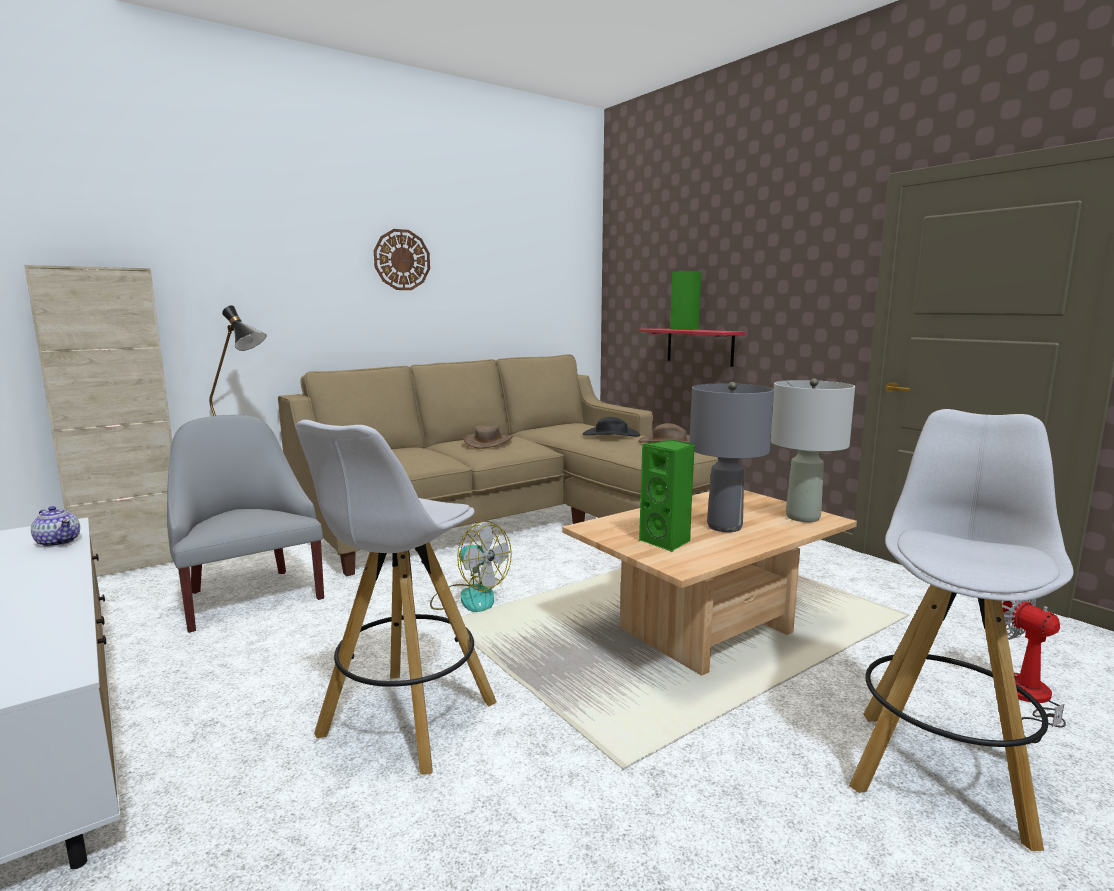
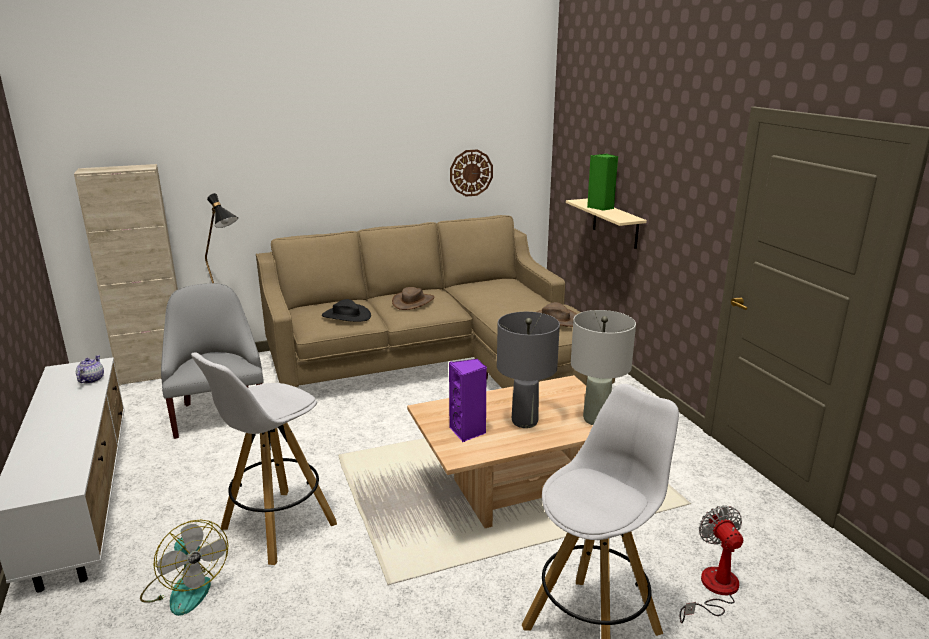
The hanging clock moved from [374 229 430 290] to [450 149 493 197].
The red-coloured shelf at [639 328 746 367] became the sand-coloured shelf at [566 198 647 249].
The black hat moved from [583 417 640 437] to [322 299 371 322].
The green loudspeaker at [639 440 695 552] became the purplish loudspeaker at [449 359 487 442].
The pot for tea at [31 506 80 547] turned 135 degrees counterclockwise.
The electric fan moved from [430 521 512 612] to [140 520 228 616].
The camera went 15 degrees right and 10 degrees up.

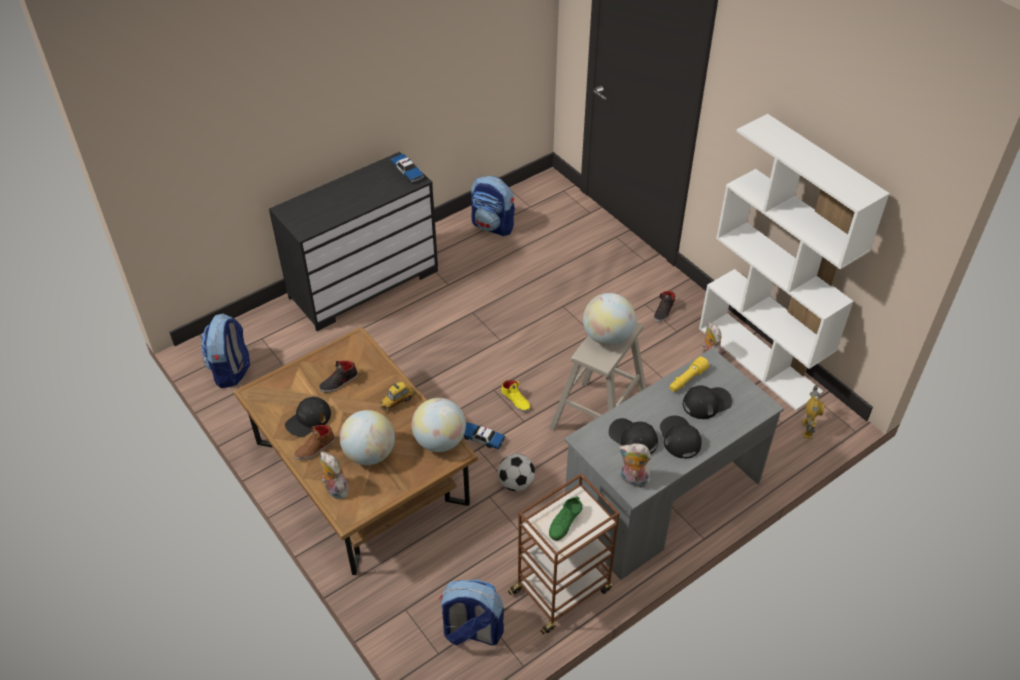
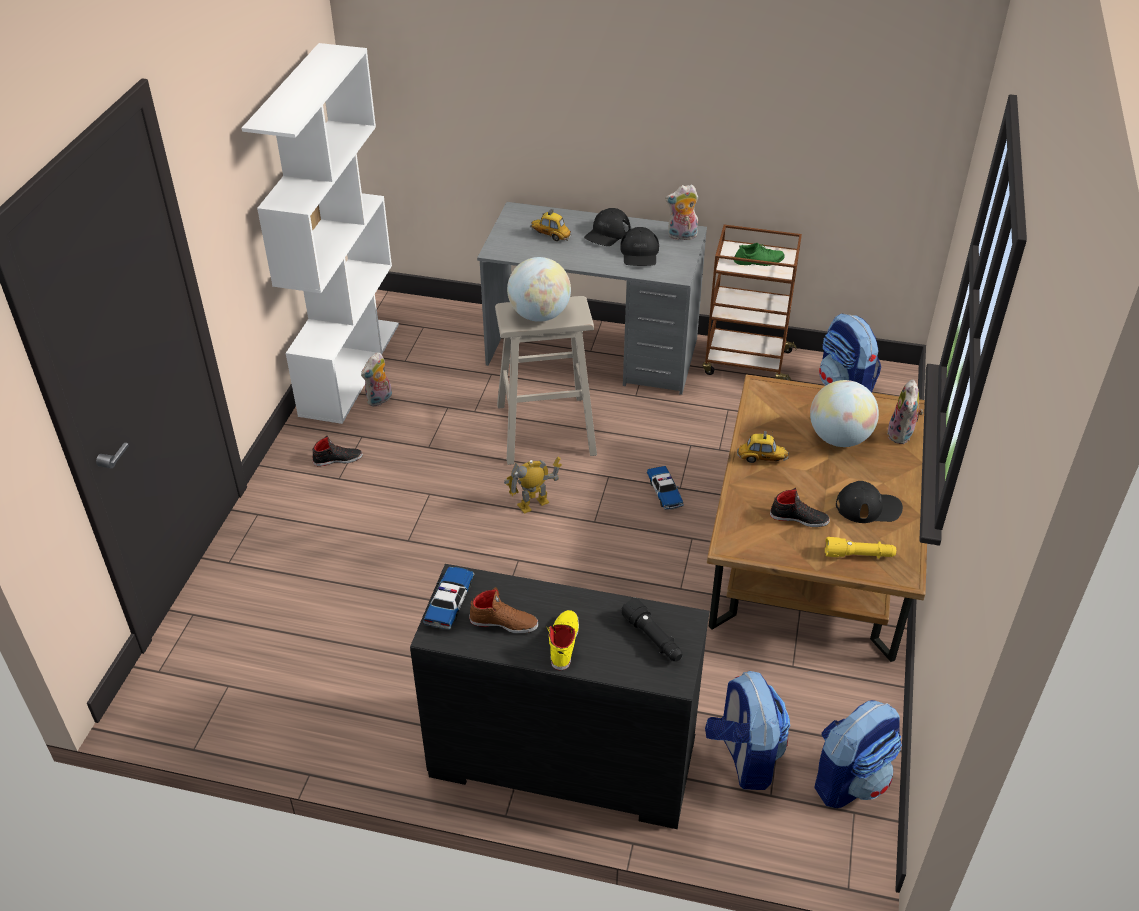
The knapsack moved from [471 176 515 236] to [705 671 790 790].
The yellowish flashlight moved from [670 356 709 392] to [825 537 896 559].
The yellowish shoe moved from [501 380 531 412] to [547 610 579 670].
The black peaked cap at [683 385 732 419] was replaced by the miniature car at [530 209 571 241].
The toy robot moved from [802 385 824 439] to [504 457 562 514].
The desk globe at [412 398 466 452] disappeared.
The brownish shoe moved from [294 425 335 460] to [469 587 538 634].
The cuddly toy at [619 443 651 488] turned 105 degrees clockwise.
The football ball at [498 454 535 491] disappeared.
The black flashlight at [621 598 683 662] appeared.
The camera went 130 degrees left and 5 degrees down.

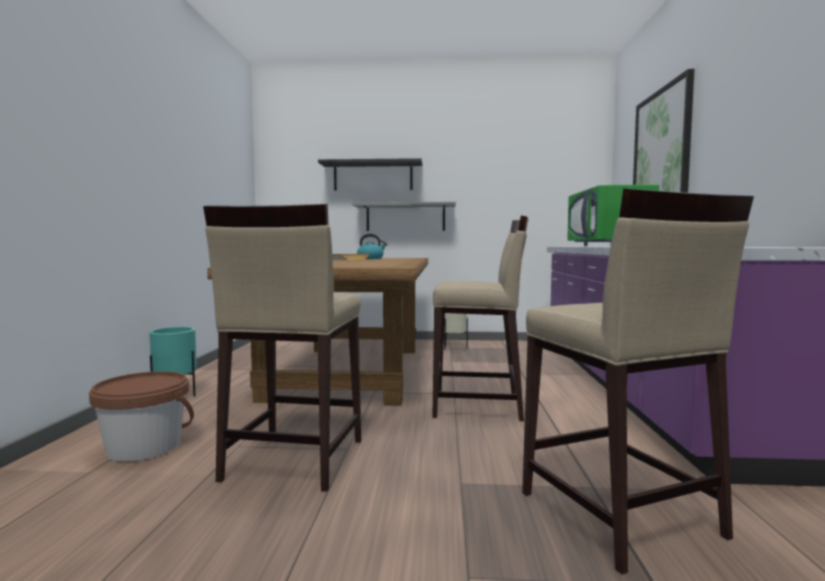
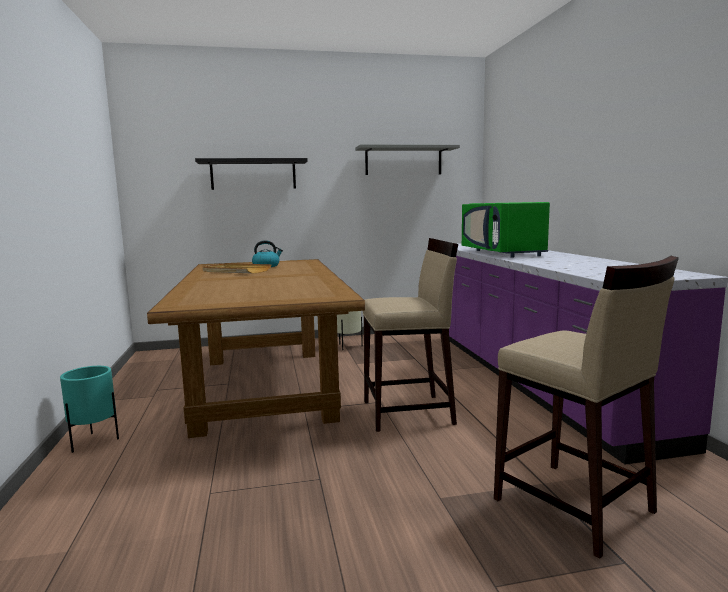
The picture at [633 69 694 193] disappeared.
The grey shelf moved from [352 202 456 231] to [355 144 460 175].
The sand-coloured stool seat at [203 204 361 492] disappeared.
The brownish water bucket at [89 371 194 462] disappeared.
The camera went 15 degrees left and 5 degrees up.

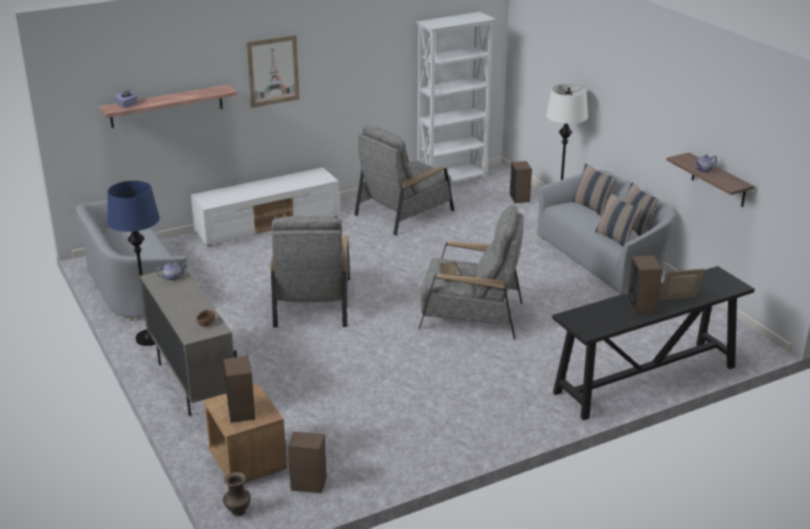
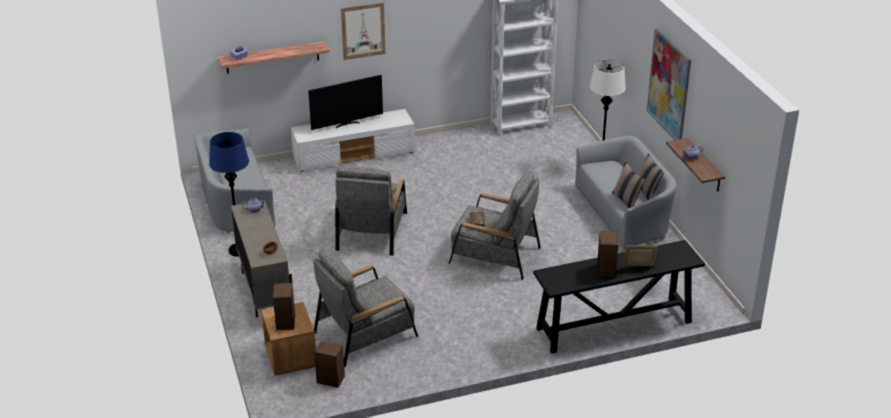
The grey lounge chair moved from [355 125 454 236] to [313 250 418 367].
The loudspeaker at [510 161 532 203] disappeared.
The cushion at [573 164 616 216] disappeared.
The brownish flower vase at [223 472 251 516] disappeared.
The picture at [647 28 691 140] appeared.
The TV set at [308 75 383 130] appeared.
The camera went 10 degrees right and 5 degrees up.

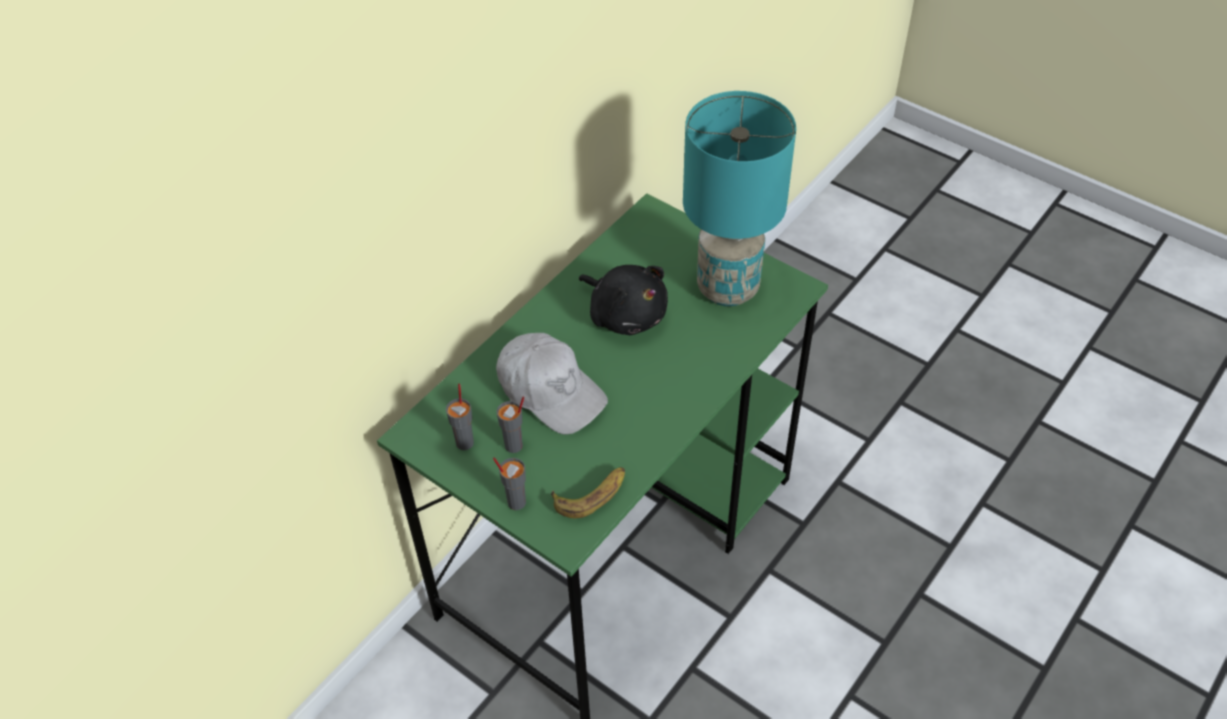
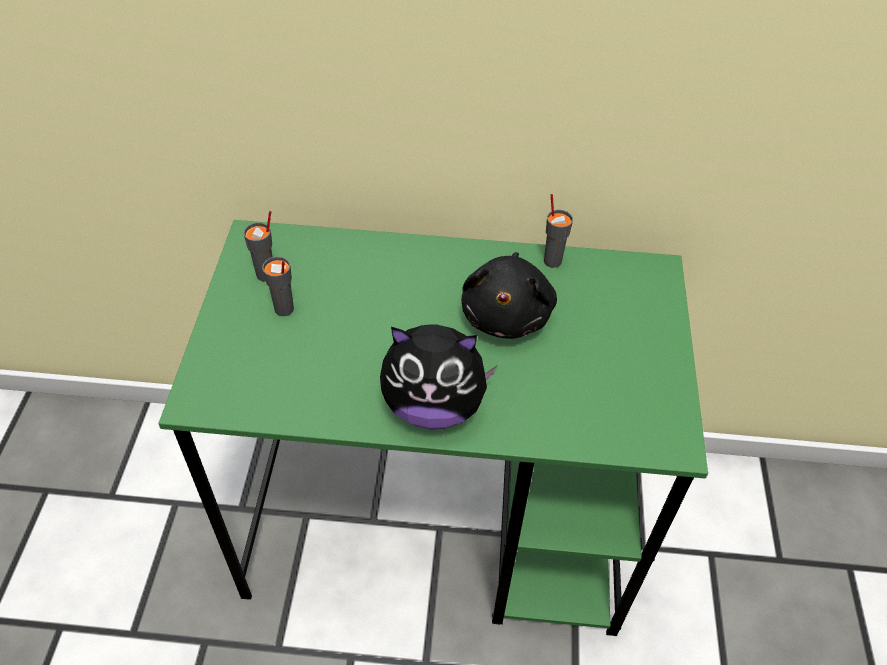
The turquoise tabletop lamp at [683 91 796 306] disappeared.
The white-coloured peaked cap at [496 333 608 435] disappeared.
The grey small cup moved from [493 457 526 510] to [544 194 573 268].
The banana at [551 467 625 518] disappeared.
The cuddly toy at [380 324 498 429] appeared.
The camera went 55 degrees right and 0 degrees up.

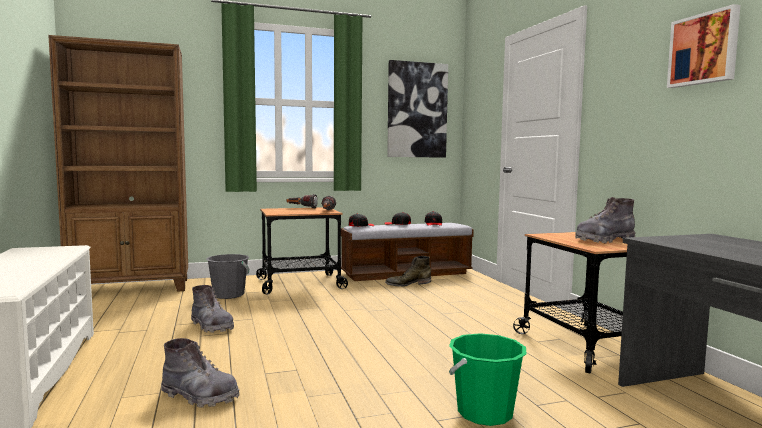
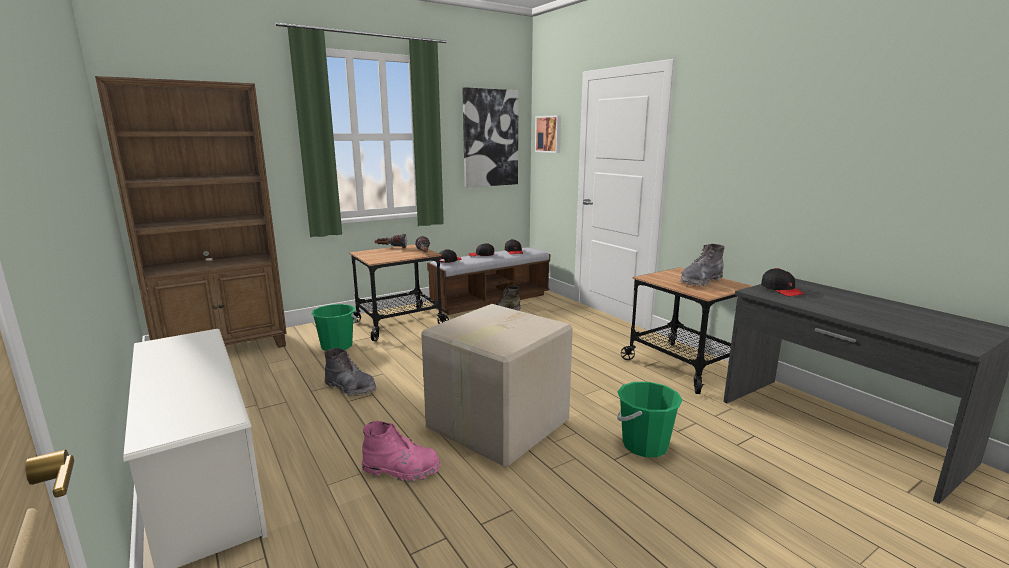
The picture moved from [667 4 741 88] to [535 115 561 153].
The grey water bucket at [206 254 250 299] became the green water bucket at [311 304 357 351].
The grey high-top boot at [161 338 240 408] became the pinkish high-top boot at [361 421 441 482].
The black peaked cap at [761 268 804 296] appeared.
The carton at [421 304 573 467] appeared.
The camera went 15 degrees left and 10 degrees up.

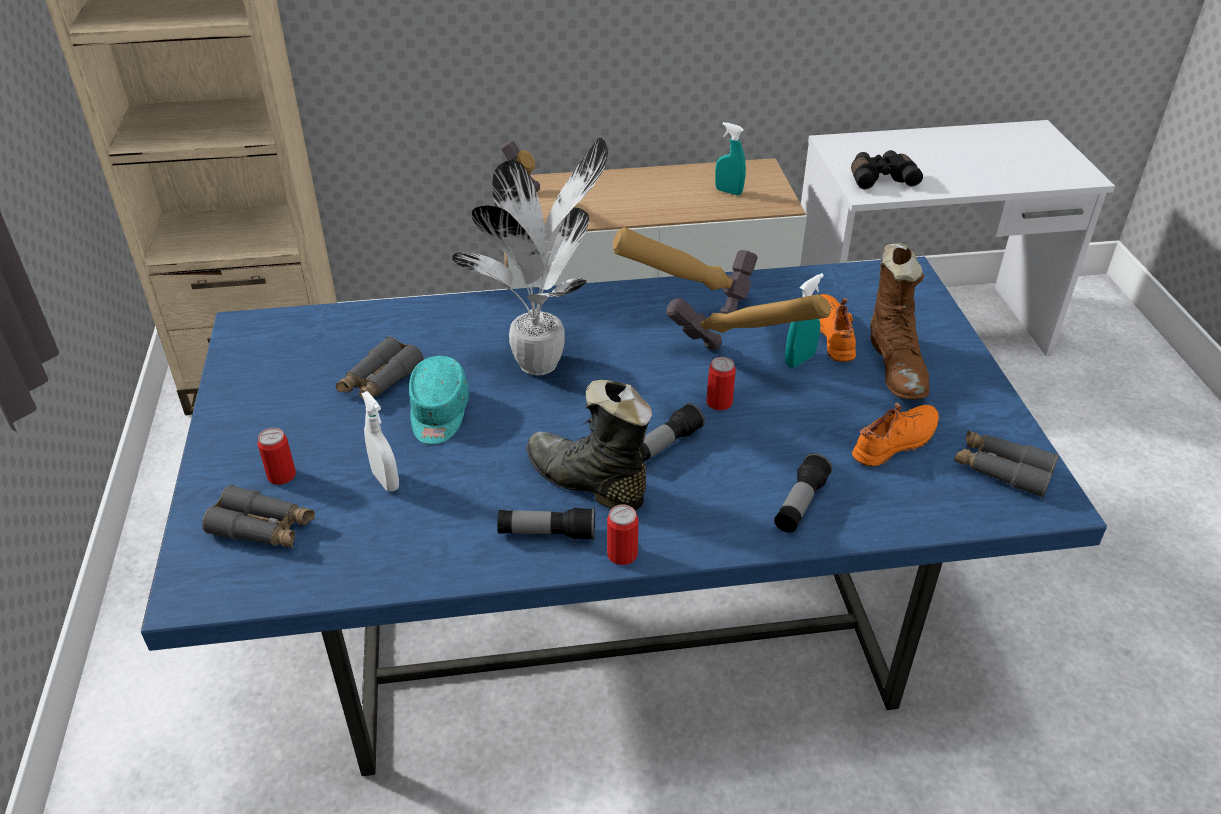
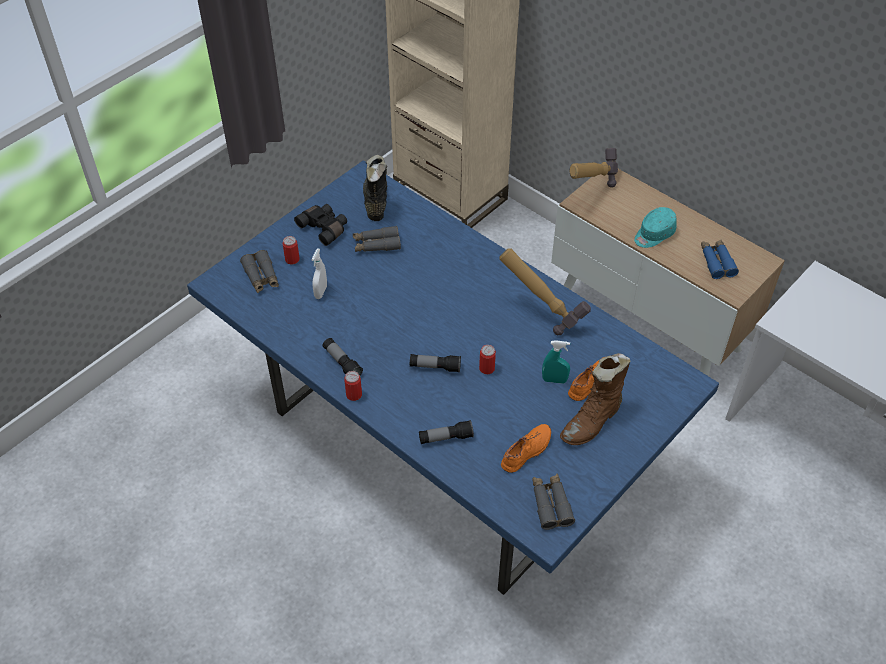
The turquoise sprayer at [715 122 746 196] was replaced by the bluish field glasses at [701 240 739 279].
The plant in a pot at [452 138 608 376] disappeared.
The black field glasses moved from [851 150 923 189] to [294 204 347 246].
The hammer at [667 294 831 350] disappeared.
The turquoise peaked cap moved from [409 356 469 444] to [634 207 677 248].
The black high-top boot moved from [527 380 652 510] to [363 155 387 221].
The orange shoe at [852 403 939 467] turned 60 degrees counterclockwise.
The camera went 50 degrees right and 10 degrees up.

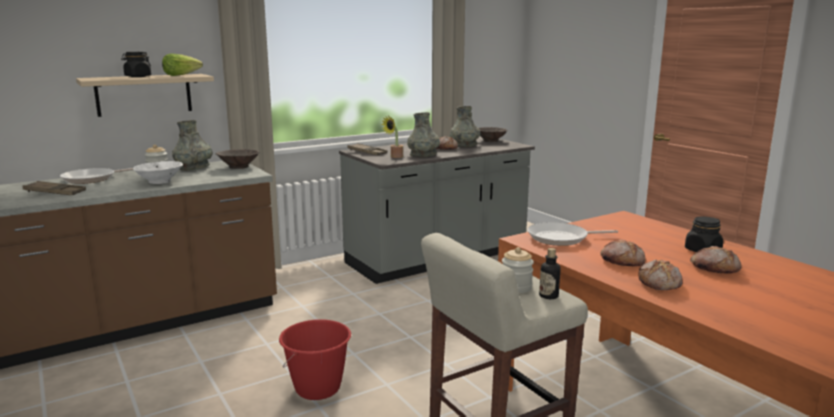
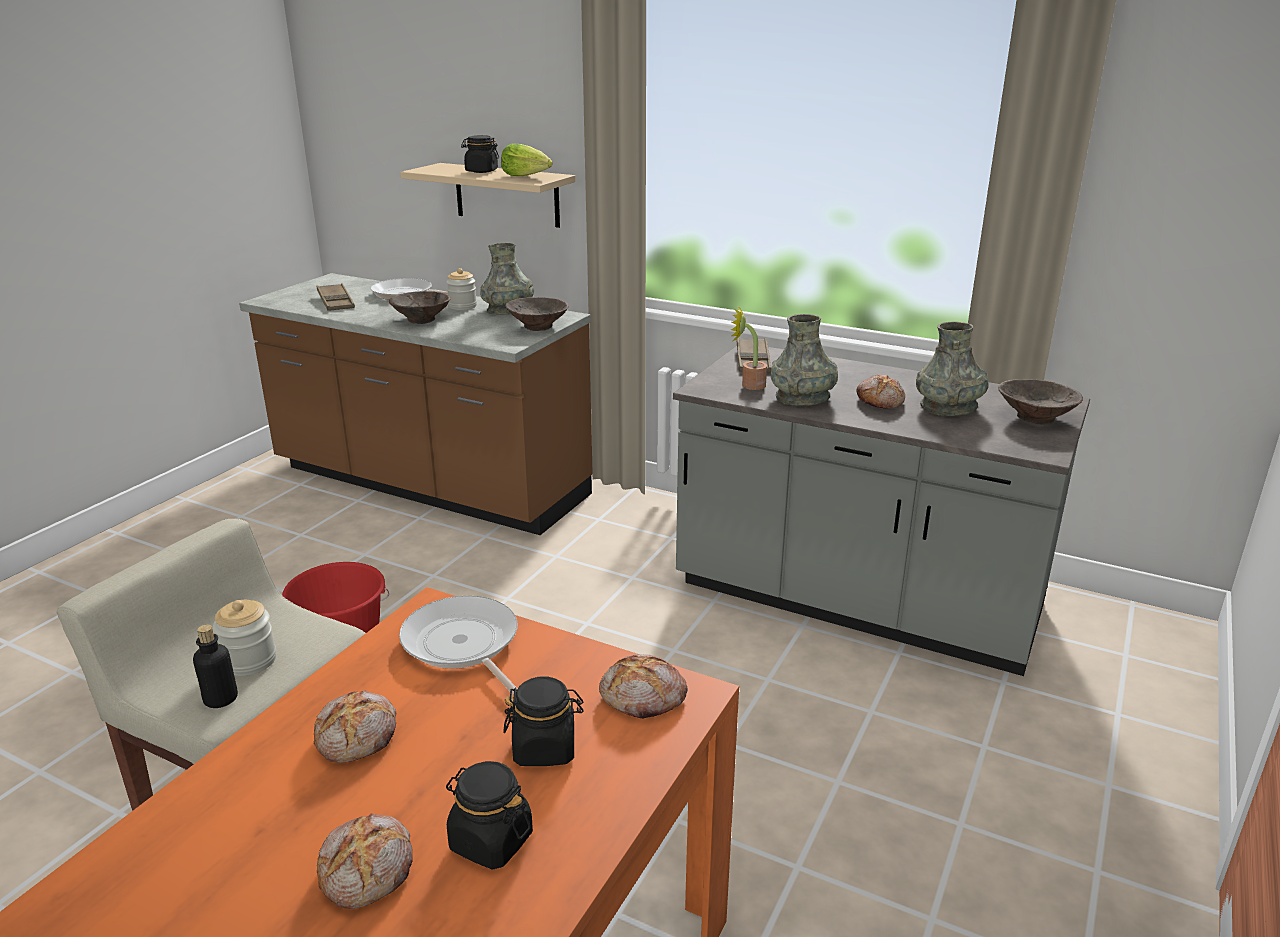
The white-coloured serving bowl at [133 161 183 184] became the brownish serving bowl at [389 291 451 324].
The bread moved from [638 260 682 290] to [599 654 688 719].
The black storage jar at [503 676 584 766] appeared.
The camera went 60 degrees right and 10 degrees up.

